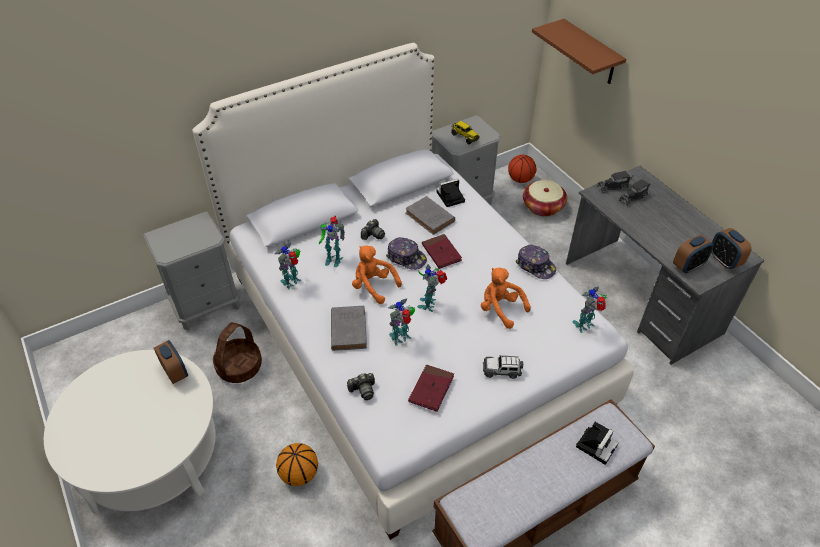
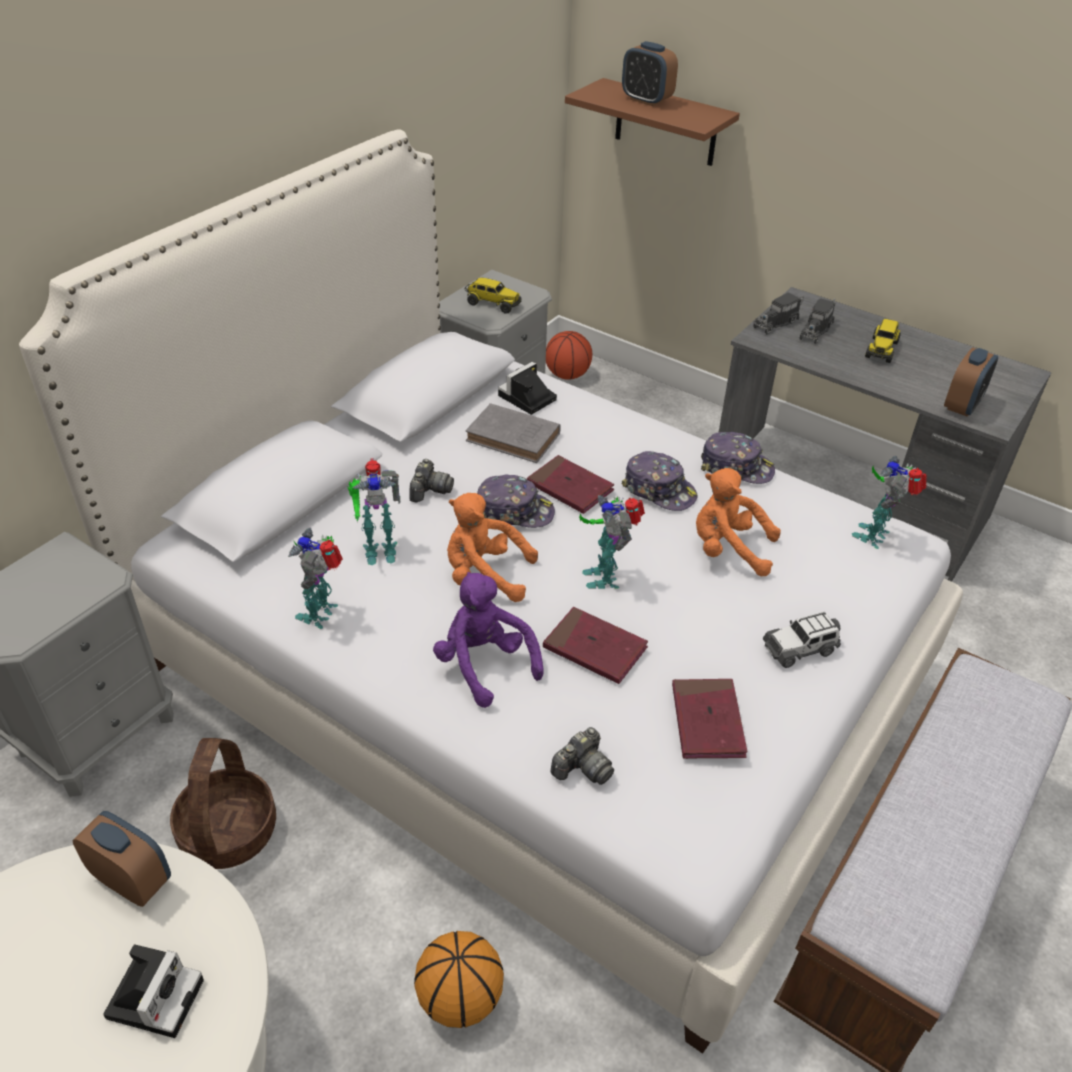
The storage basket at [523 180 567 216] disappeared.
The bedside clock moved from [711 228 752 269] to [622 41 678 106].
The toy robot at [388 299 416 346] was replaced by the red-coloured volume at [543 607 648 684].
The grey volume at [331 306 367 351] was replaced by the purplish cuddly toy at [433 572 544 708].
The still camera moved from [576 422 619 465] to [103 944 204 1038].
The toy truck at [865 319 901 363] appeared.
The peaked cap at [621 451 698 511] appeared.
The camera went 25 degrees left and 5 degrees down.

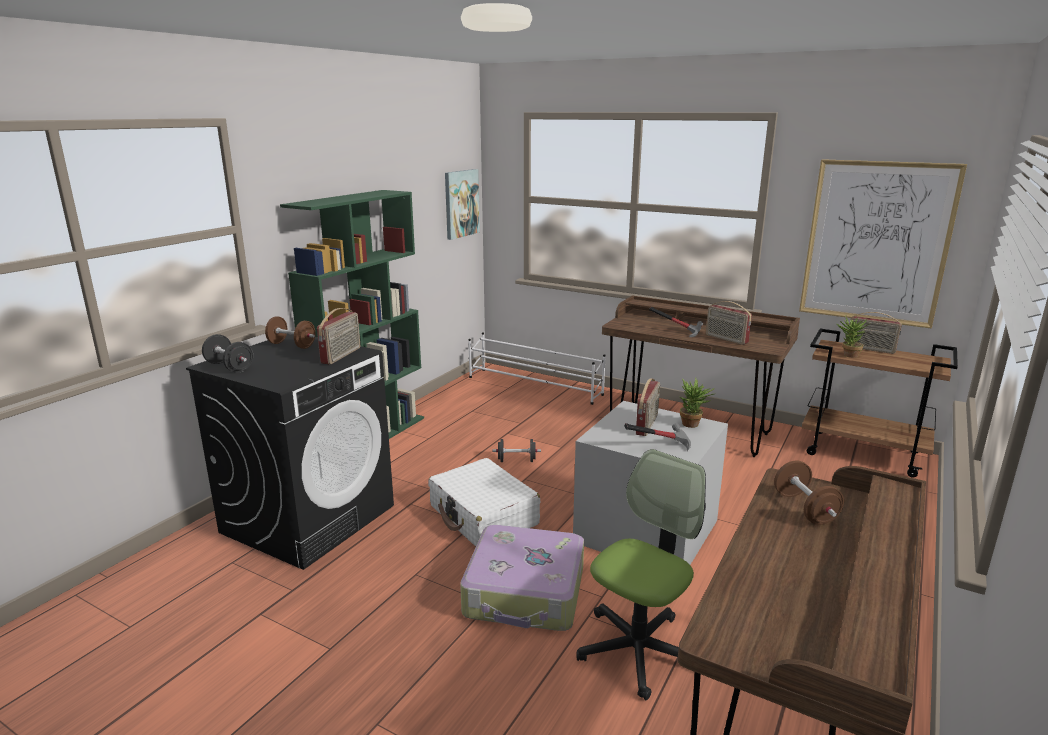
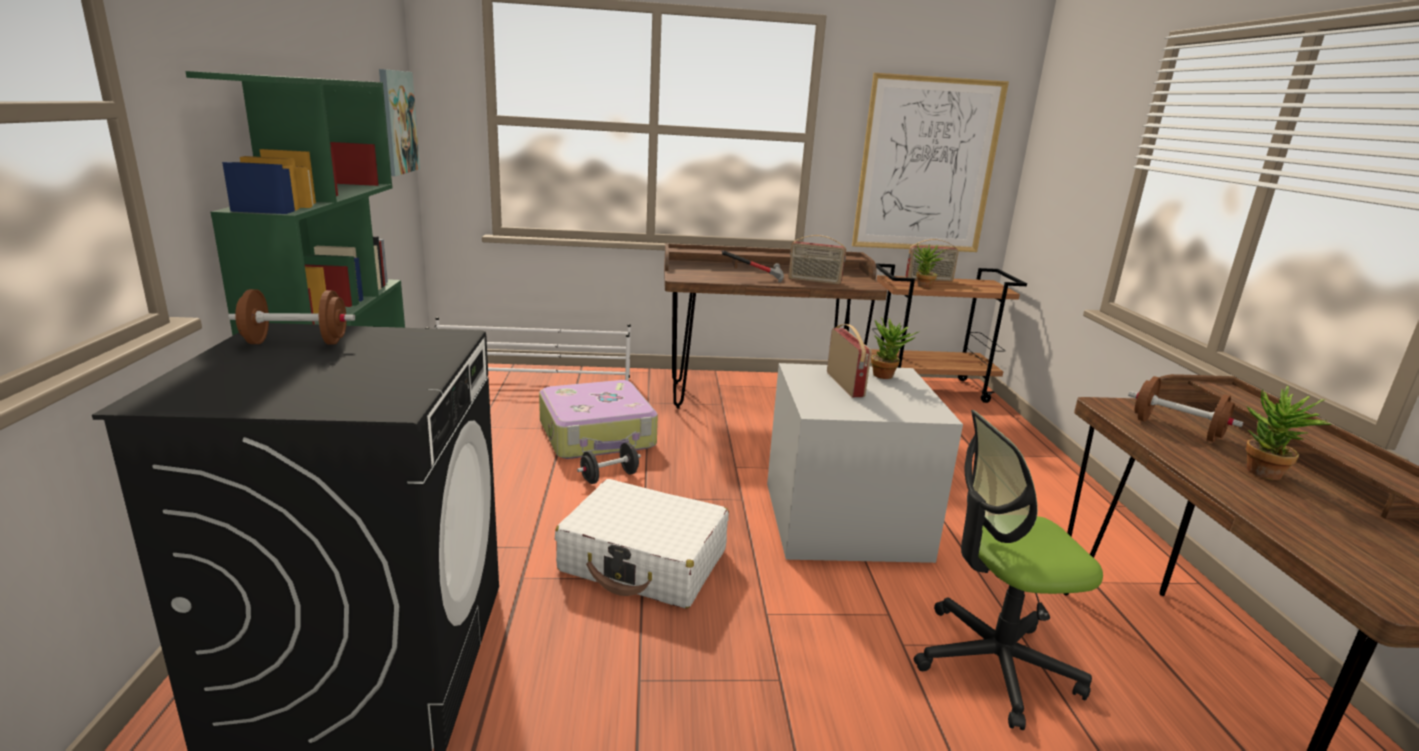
The radio receiver at [317 308 360 364] disappeared.
The black free weight at [202 334 253 373] disappeared.
The hammer at [624 423 691 451] disappeared.
The desk chair at [577 449 706 700] turned 105 degrees counterclockwise.
The suitcase moved from [460 525 584 631] to [539 380 658 459].
The plant in a pot at [1246 386 1332 480] appeared.
The camera went 35 degrees left and 0 degrees up.

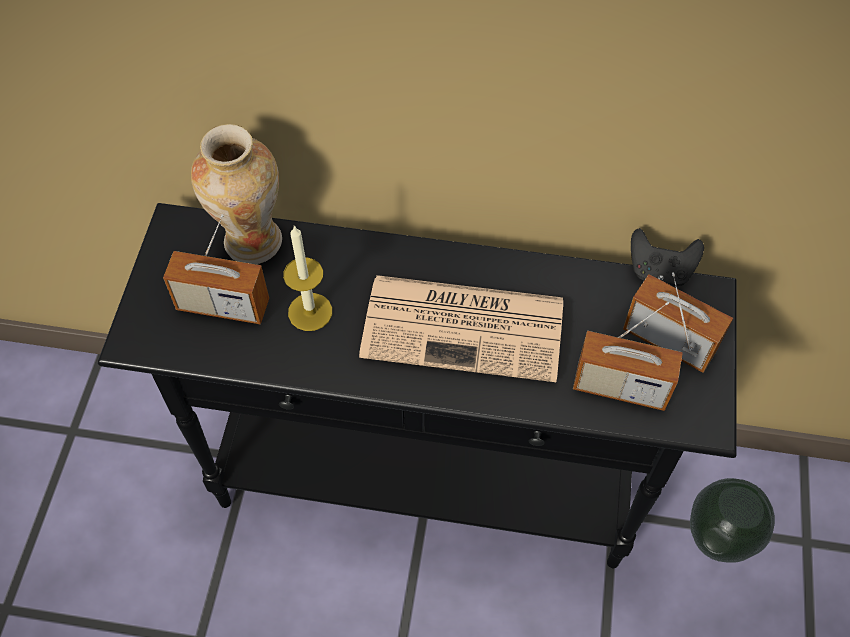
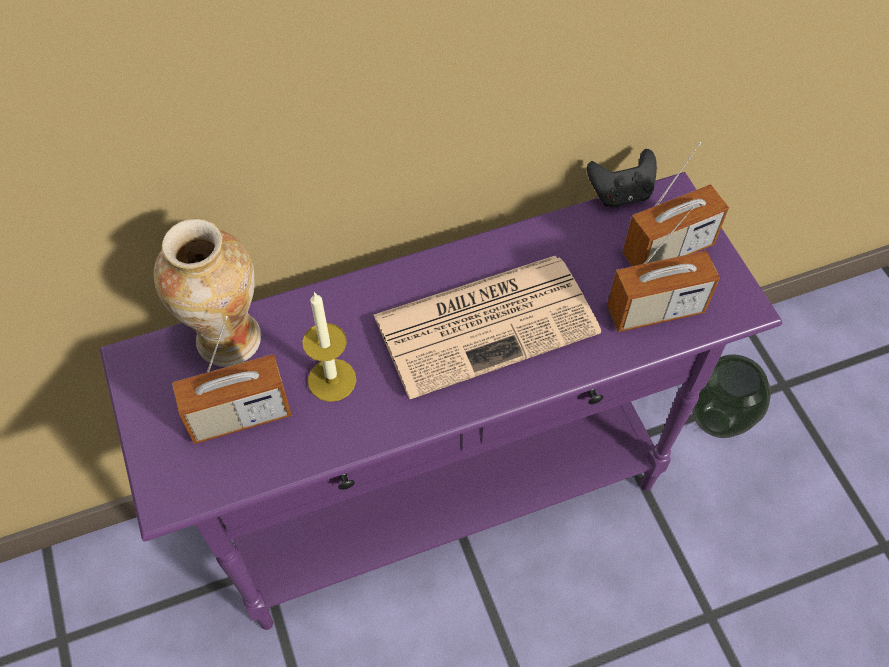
The black console table at [98 203 737 568] became the purplish console table at [100 172 782 630].
The radio receiver at [623 272 733 373] turned 150 degrees clockwise.
The camera went 30 degrees left and 0 degrees up.

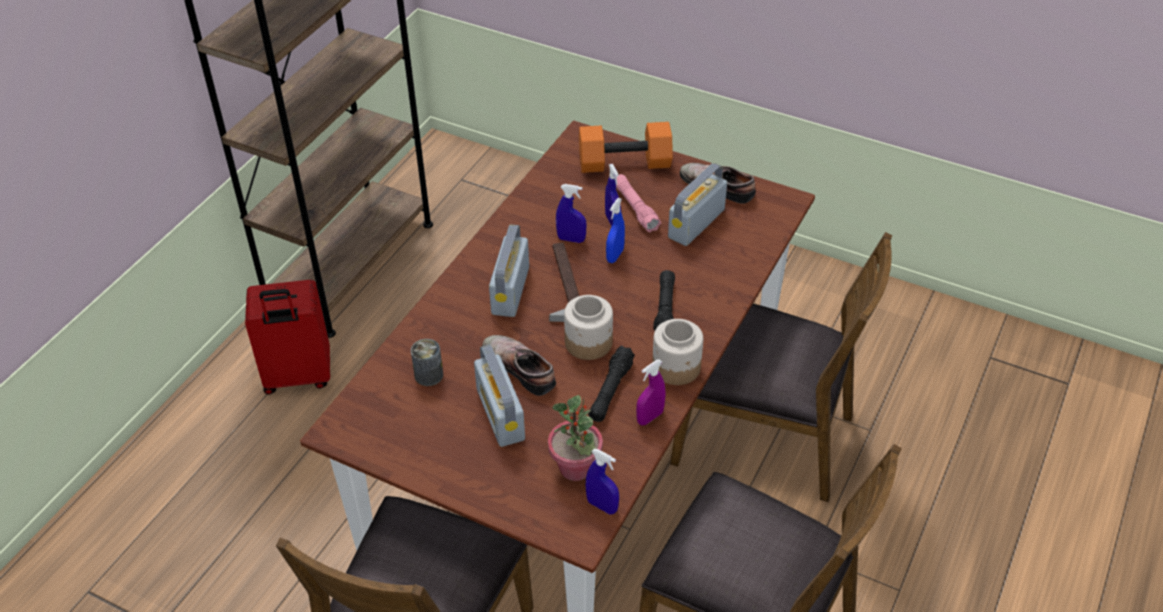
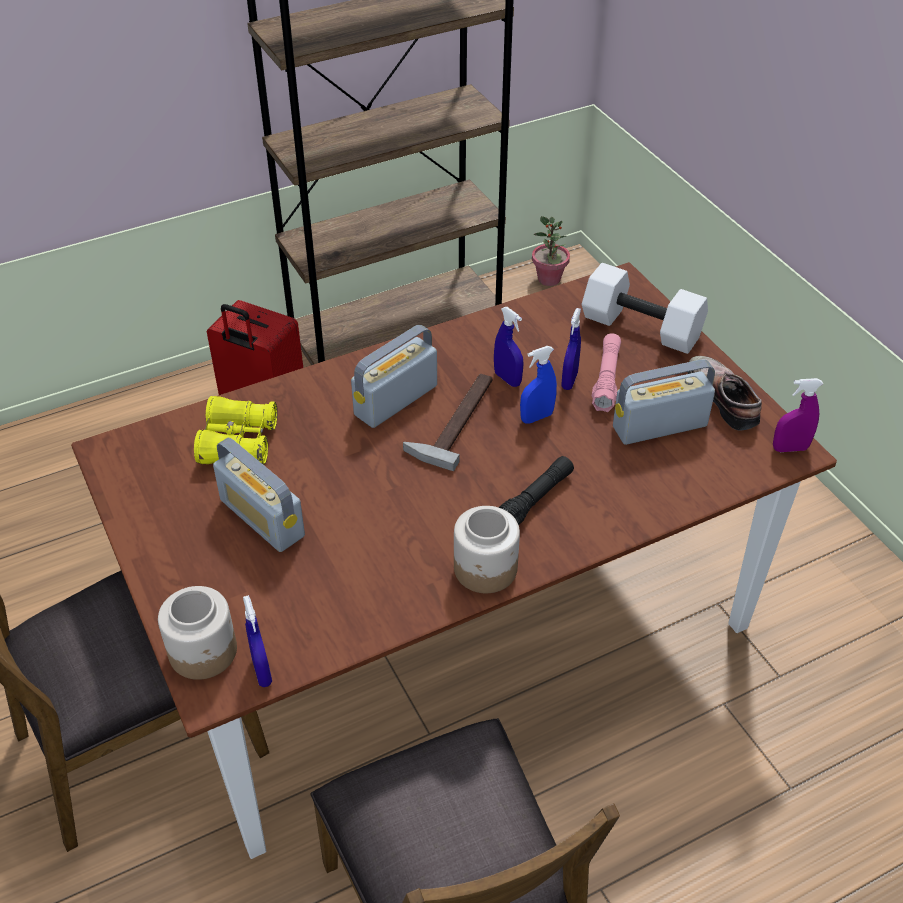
The orange free weight at [579 122 673 173] became the white-coloured free weight at [582 263 708 354].
The brownish upright chair at [670 232 892 502] disappeared.
The storage jar moved from [564 295 613 360] to [158 586 237 680].
The shoe at [482 335 556 396] disappeared.
The can at [411 339 443 386] was replaced by the yellowish field glasses at [194 396 278 465].
The radio receiver at [474 344 525 447] turned 60 degrees counterclockwise.
The black flashlight at [588 346 635 422] disappeared.
The purplish sprayer moved from [636 359 665 426] to [773 378 823 452].
The plant in a pot moved from [548 395 603 481] to [532 216 570 286].
The camera went 35 degrees right and 0 degrees up.

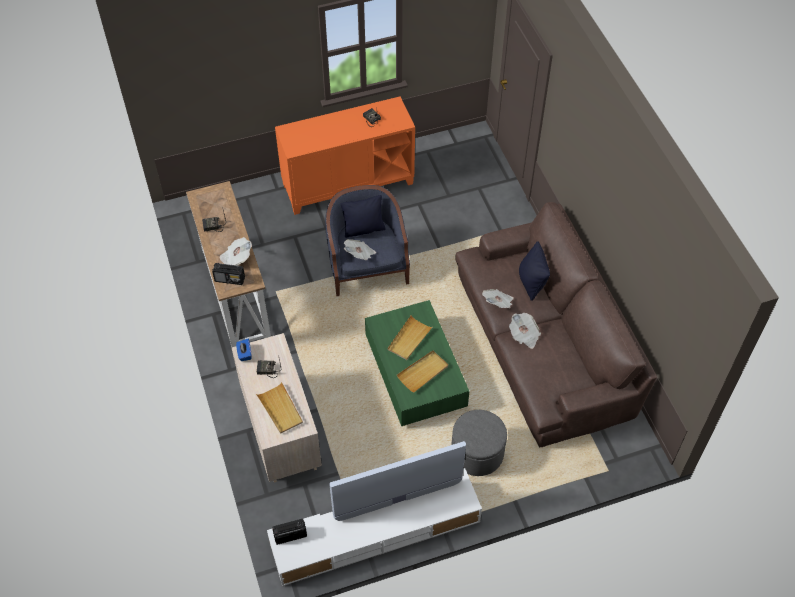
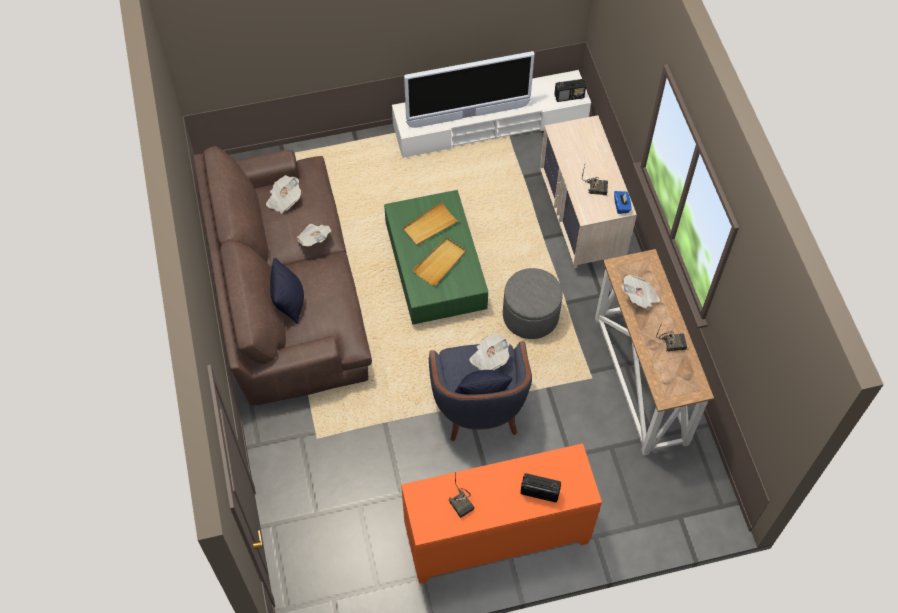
The radio receiver moved from [212 263 245 285] to [521 473 561 502].
The daily paper moved from [482 289 514 308] to [266 175 301 214].
The sand-coloured carrying tray at [256 382 303 434] disappeared.
The grey footrest moved from [451 410 507 476] to [503 268 563 339].
The camera went 175 degrees left and 5 degrees up.

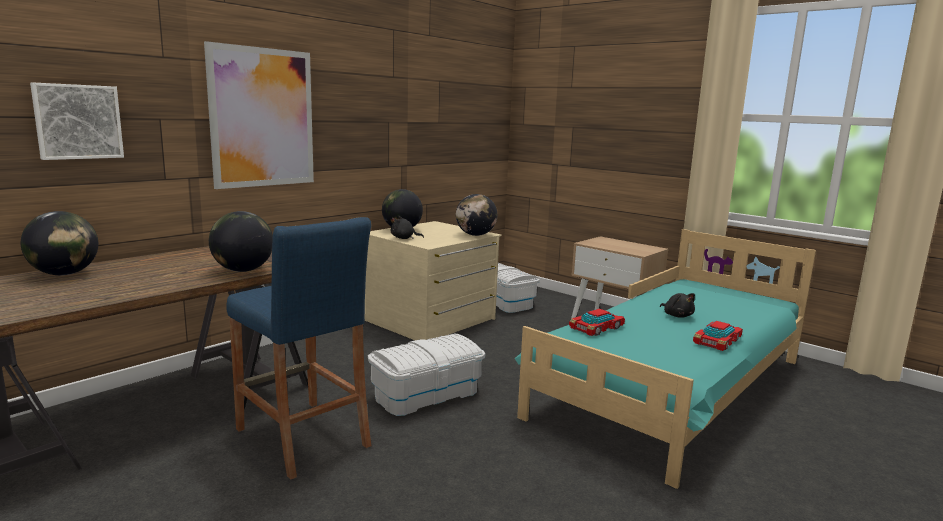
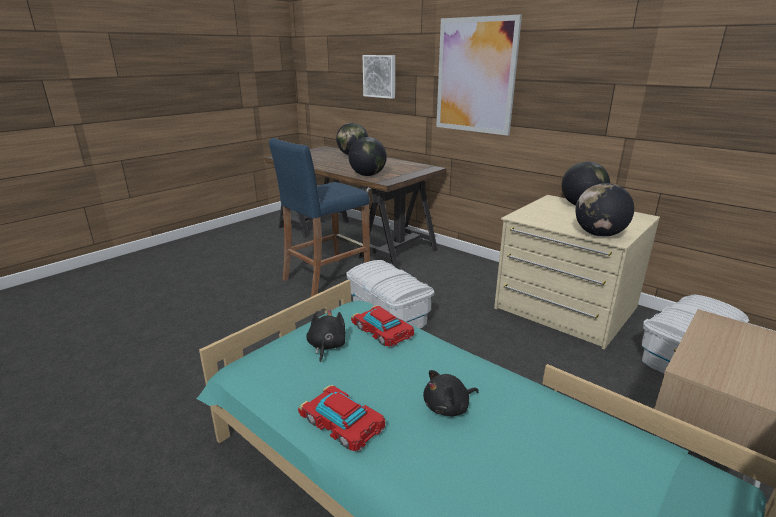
The black cuddly toy moved from [391 216 424 239] to [306 309 346 363].
The camera went 90 degrees right and 10 degrees up.

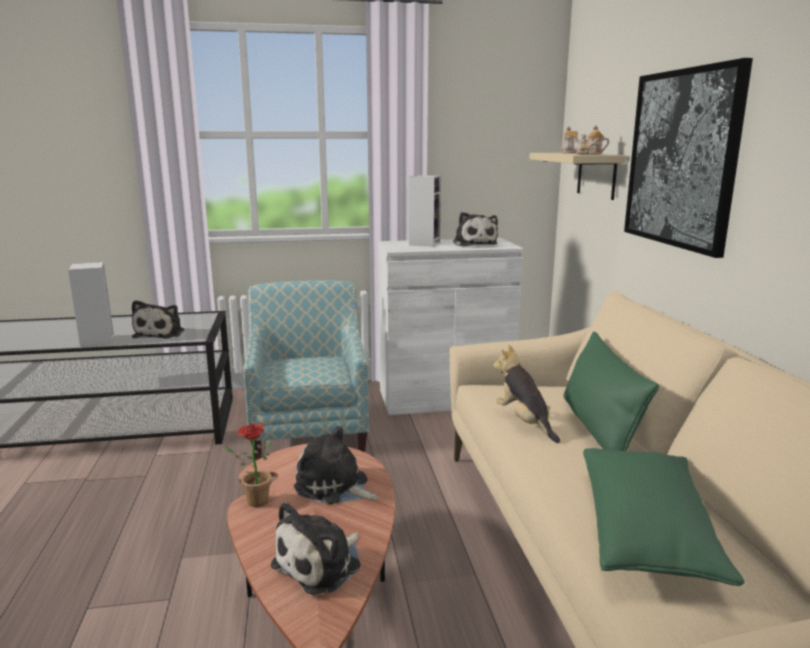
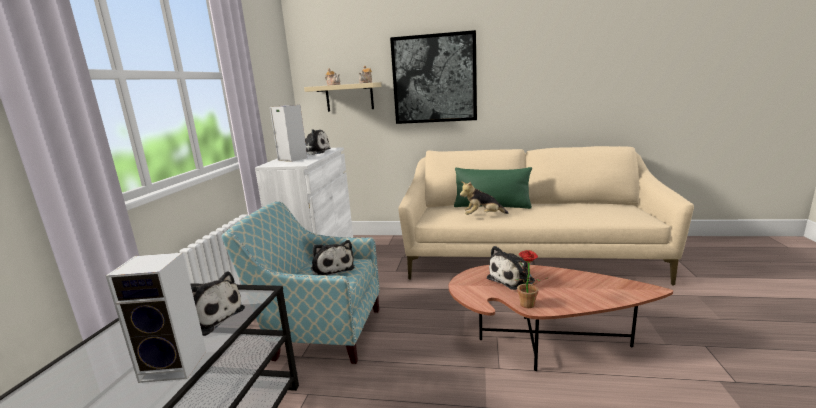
The green cushion at [583 448 744 586] disappeared.
The cuddly toy moved from [271 502 361 595] to [311 240 355 275].
The camera went 70 degrees left and 0 degrees up.

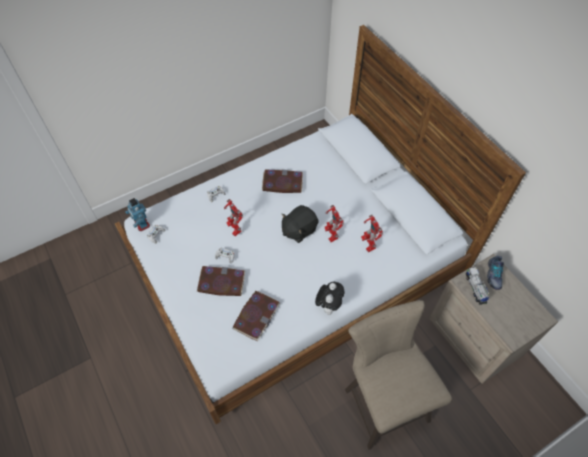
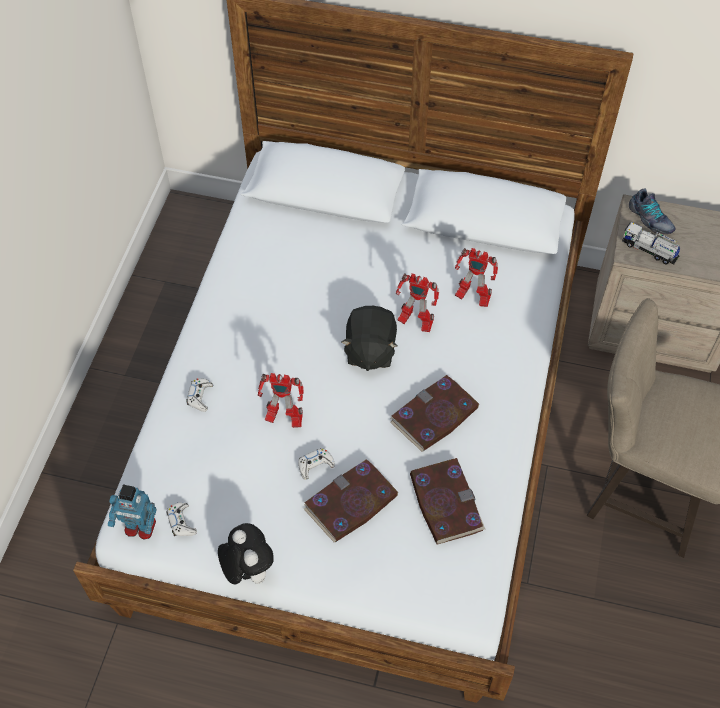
The volume moved from [262 169 303 193] to [390 375 479 451].
The cuddly toy moved from [315 282 344 315] to [218 523 274 584].
The camera went 45 degrees left and 0 degrees up.

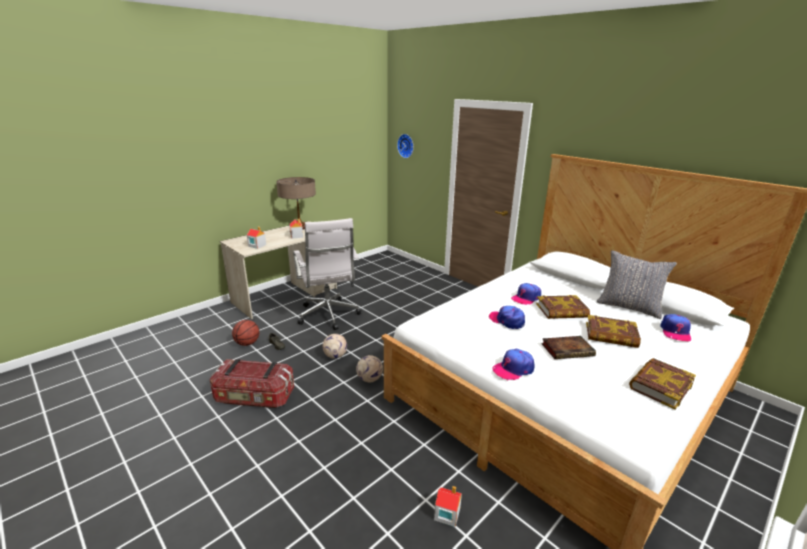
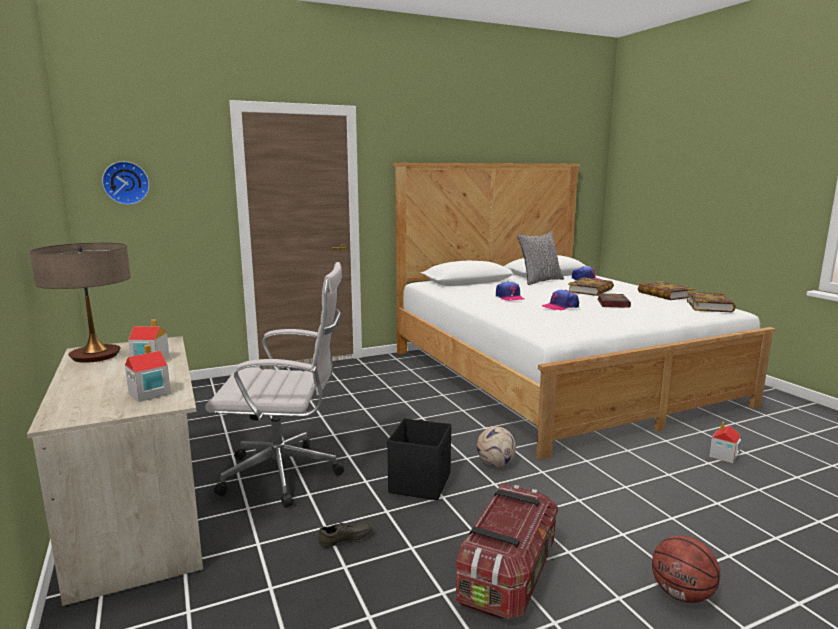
The volume moved from [536 295 590 319] to [687 292 736 313].
The basketball moved from [232 320 259 346] to [652 535 720 603].
The football ball at [323 334 347 359] was replaced by the black storage box at [387 418 451 500].
The peaked cap at [492 349 535 381] disappeared.
The camera went 70 degrees left and 10 degrees down.

